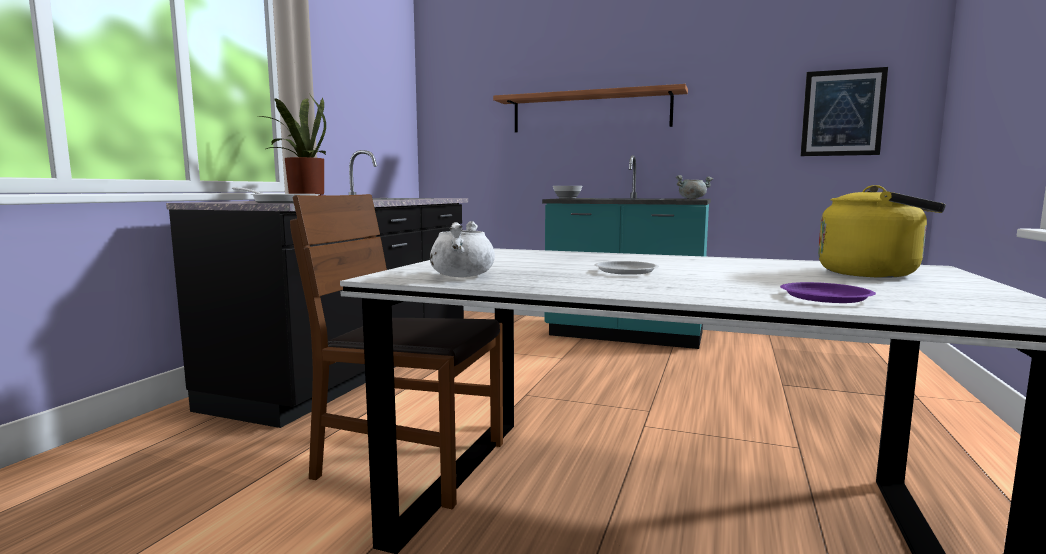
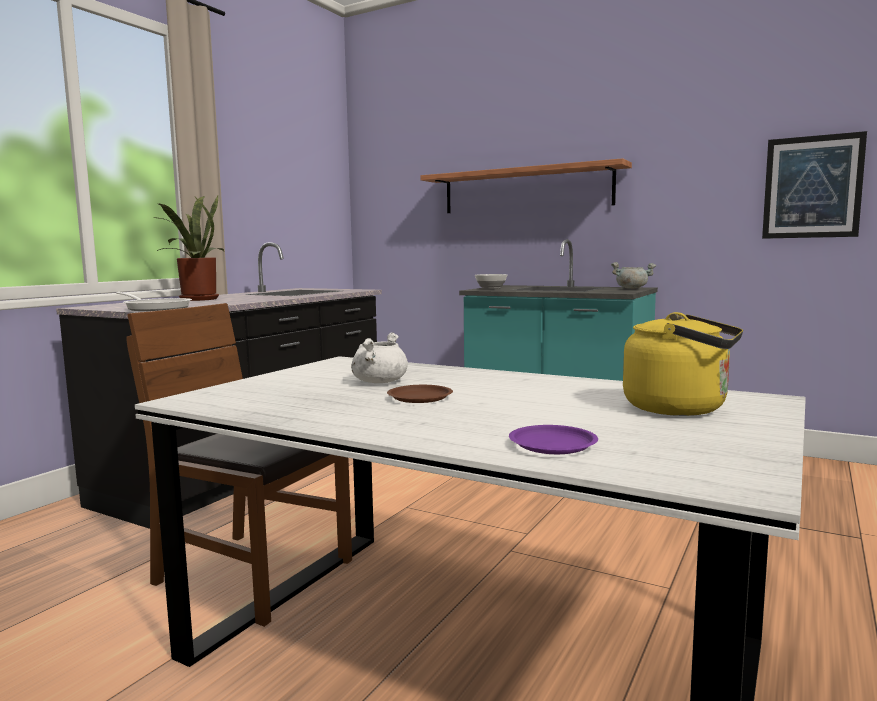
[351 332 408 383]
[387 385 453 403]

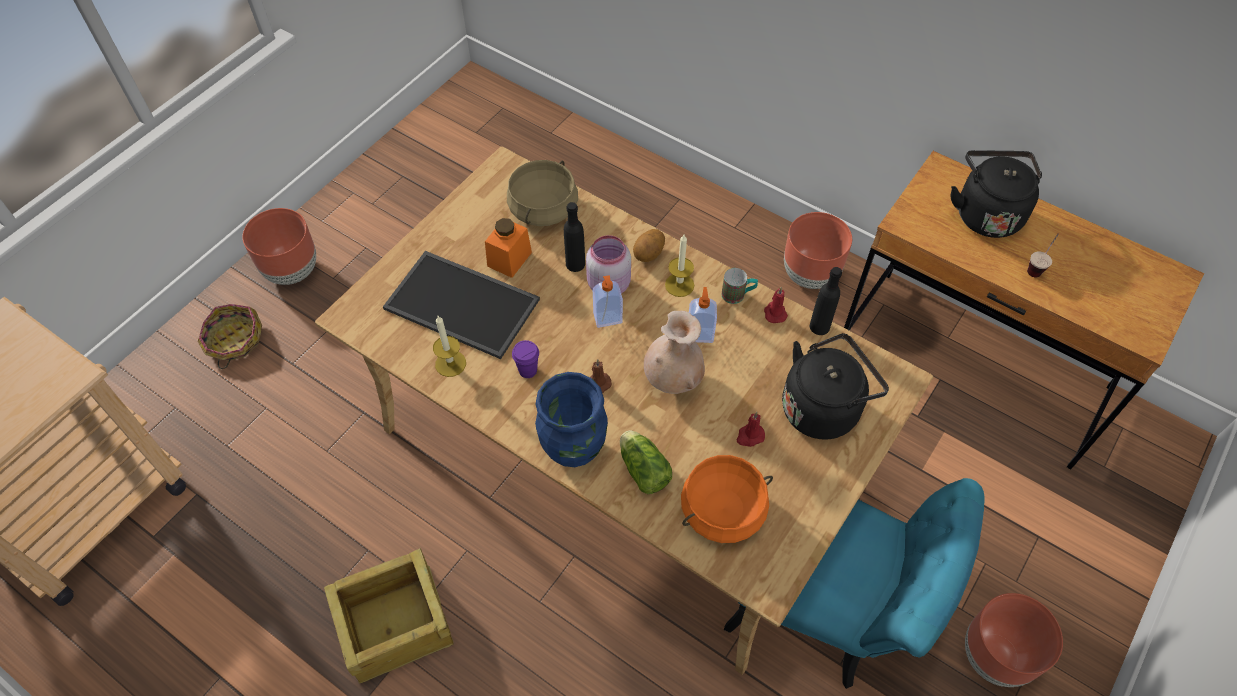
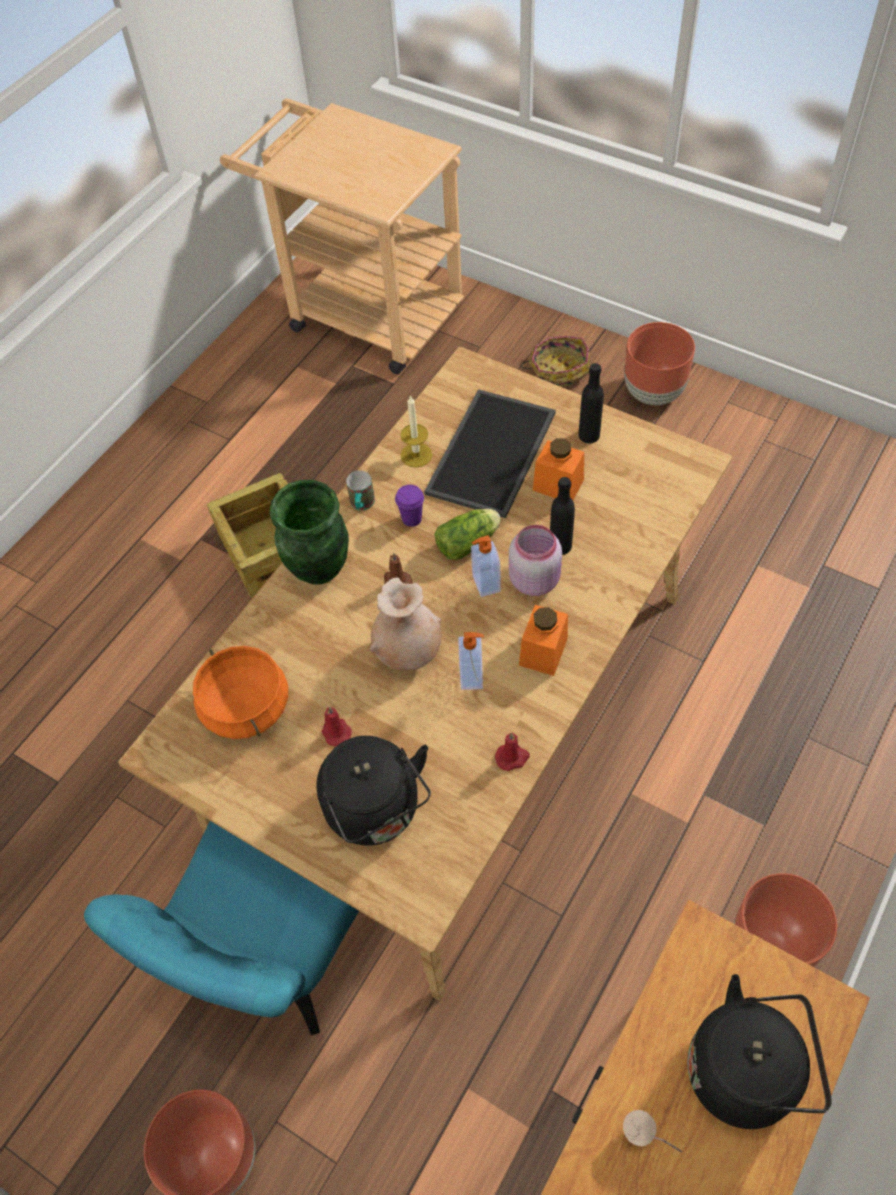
[269 480 349 585]
[346 470 375 511]
[434 509 501 560]
[519 605 568 676]
[579 363 604 443]
[507 160 578 226] (first image)
[633 229 665 262] (first image)

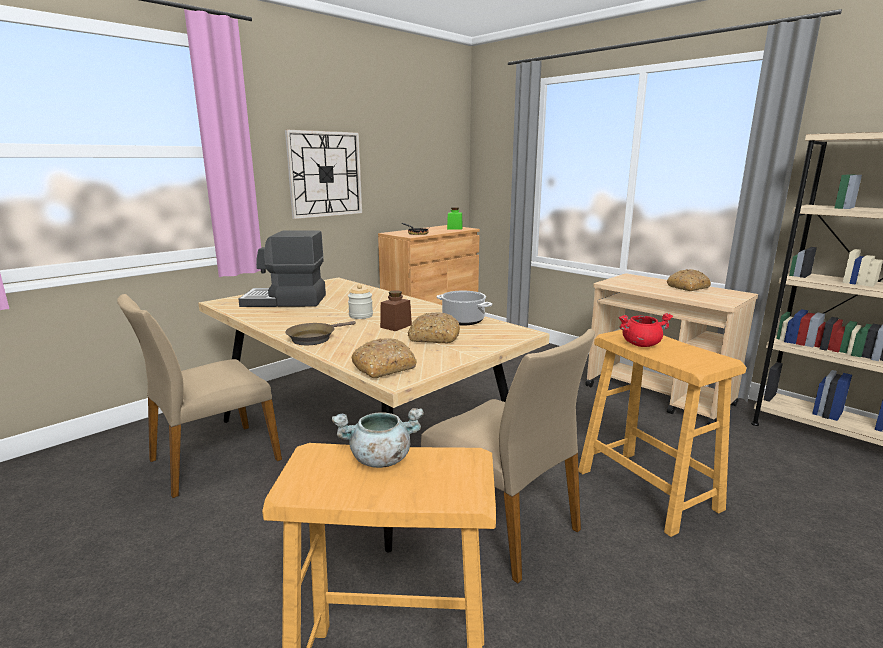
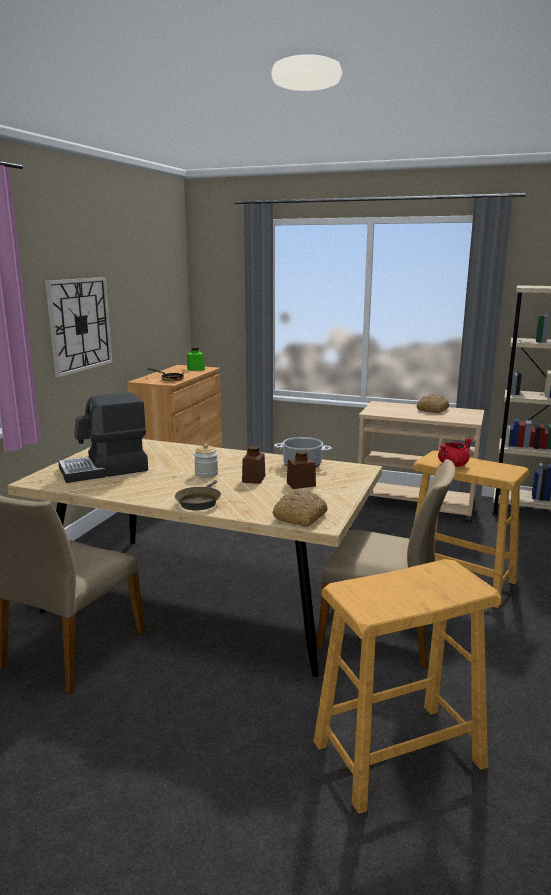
[287 450 316 489]
[332 408 424 468] (first image)

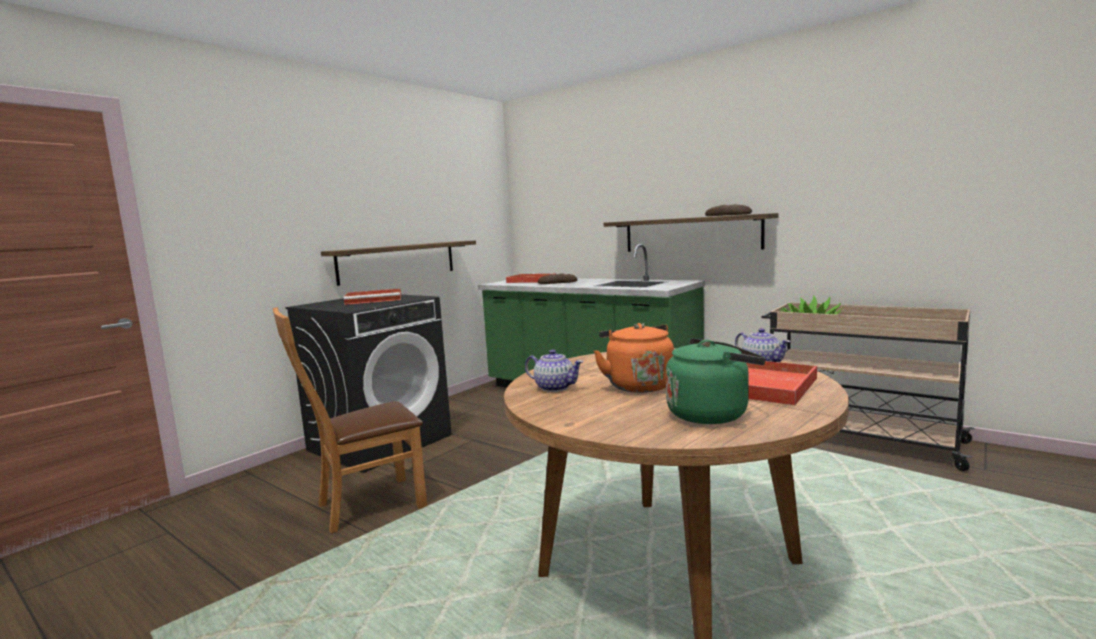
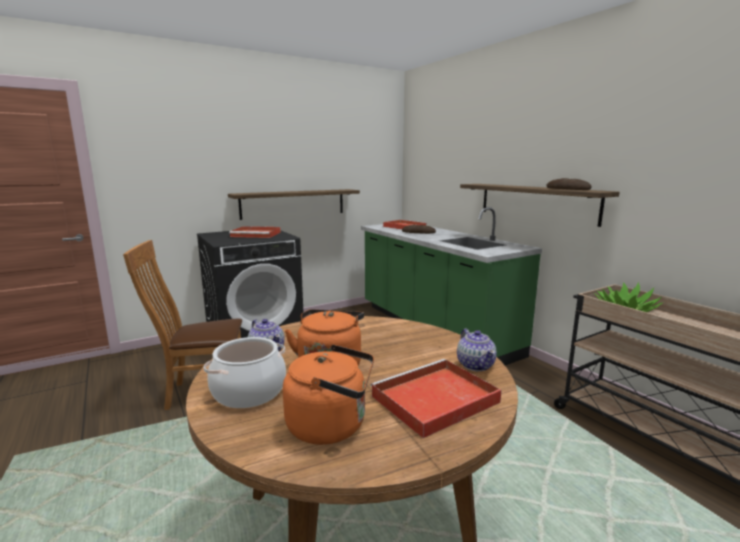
[203 337 286 408]
[283 344 374 445]

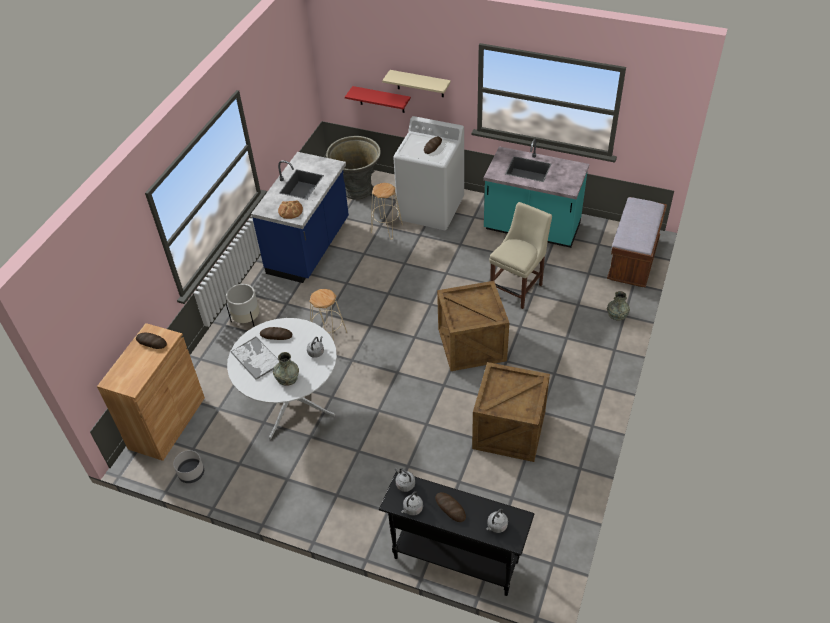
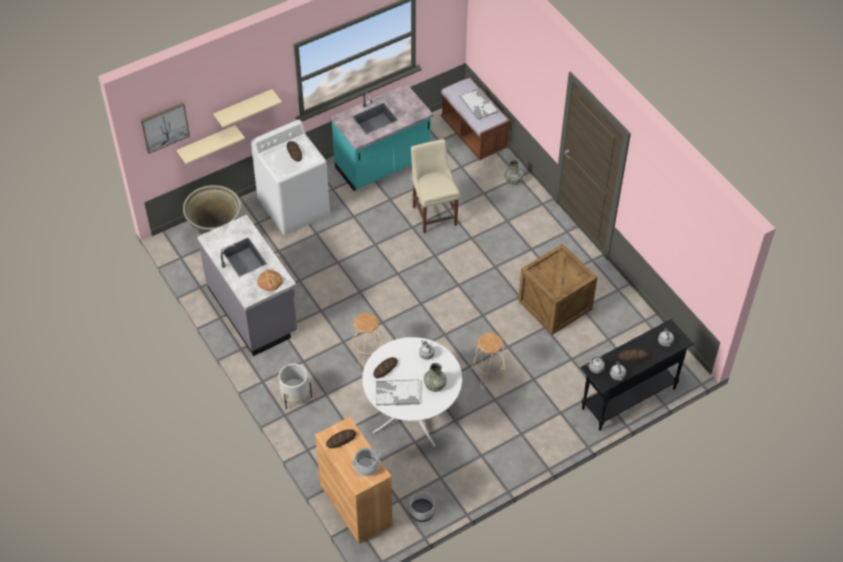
[141 102 190 154]
[177 125 245 164]
[197 215 297 356]
[352 448 381 476]
[460 88 499 120]
[471 333 506 389]
[437 281 509 371] (first image)

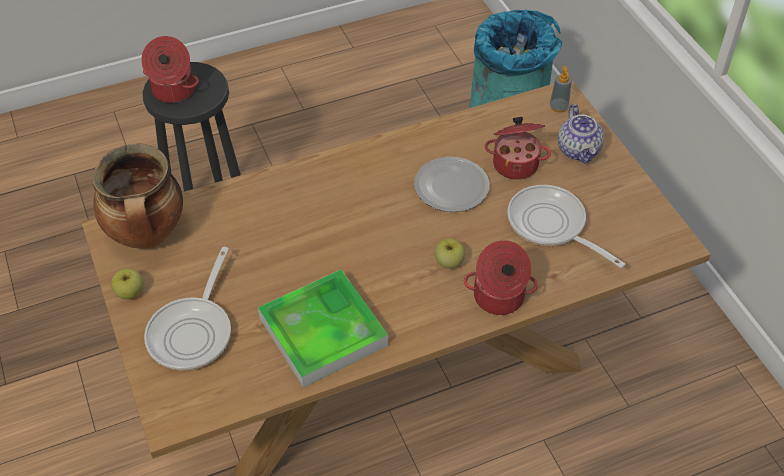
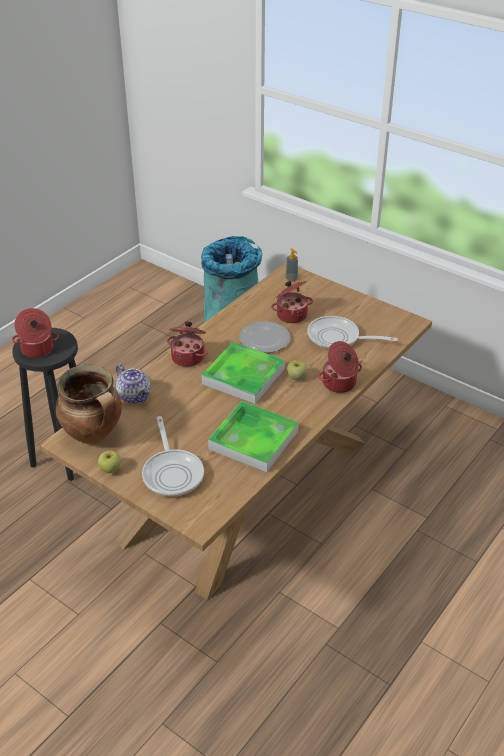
[116 364 150 403]
[167 322 208 367]
[202 342 285 404]

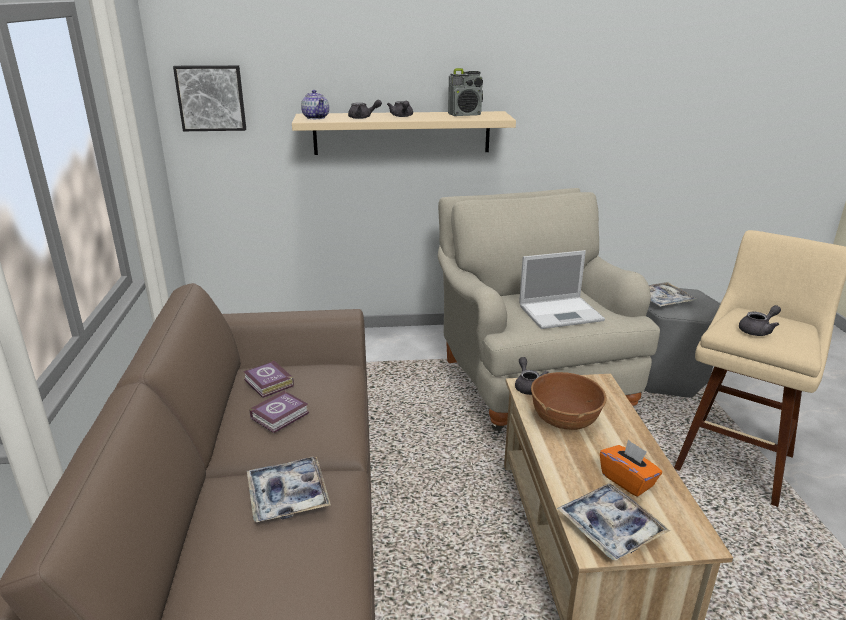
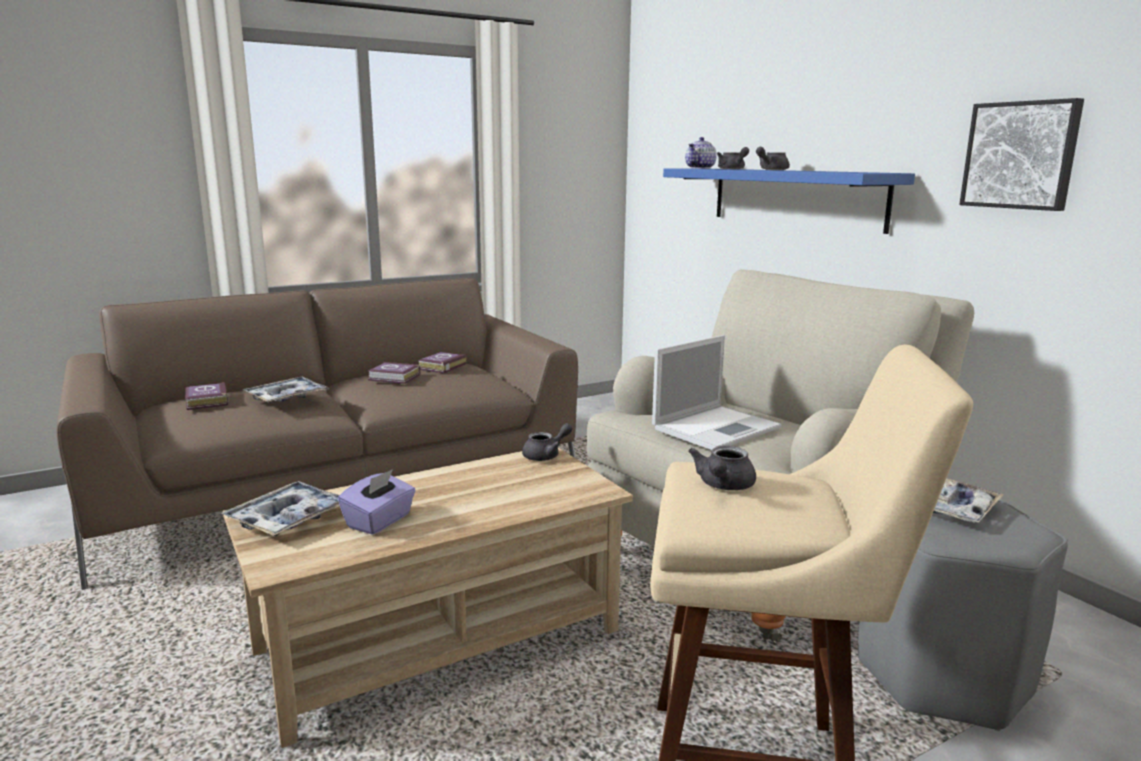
[185 382 228 410]
[338 469 416 535]
[652 335 781 450]
[663 169 915 234]
[688 446 756 490]
[959 98 1084 211]
[448 68 483 116] (first image)
[531 372 607 430] (first image)

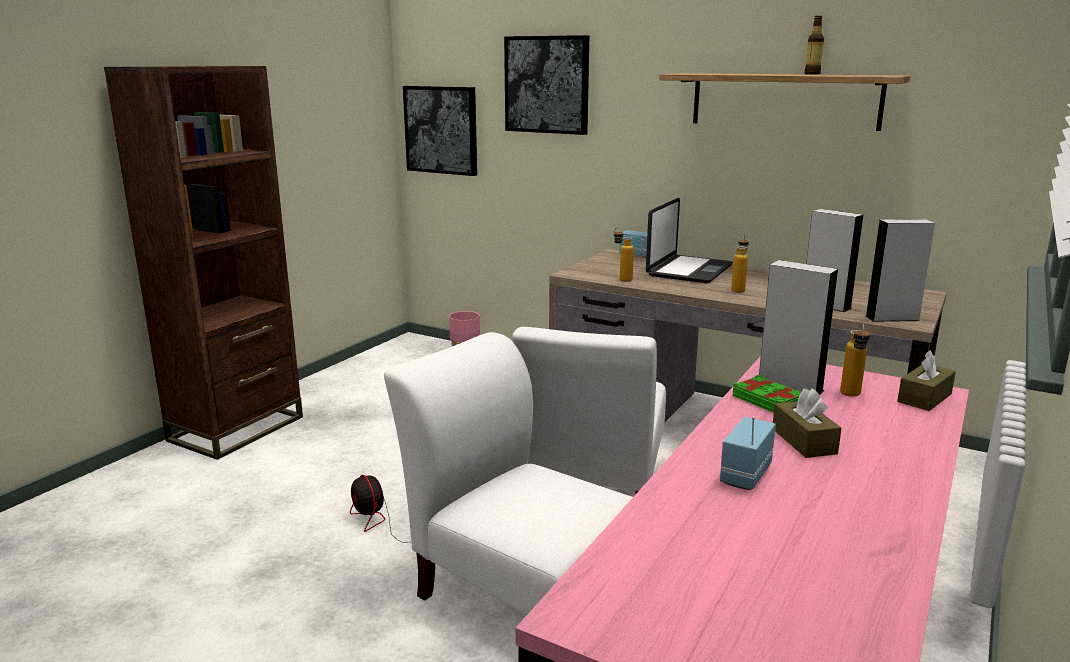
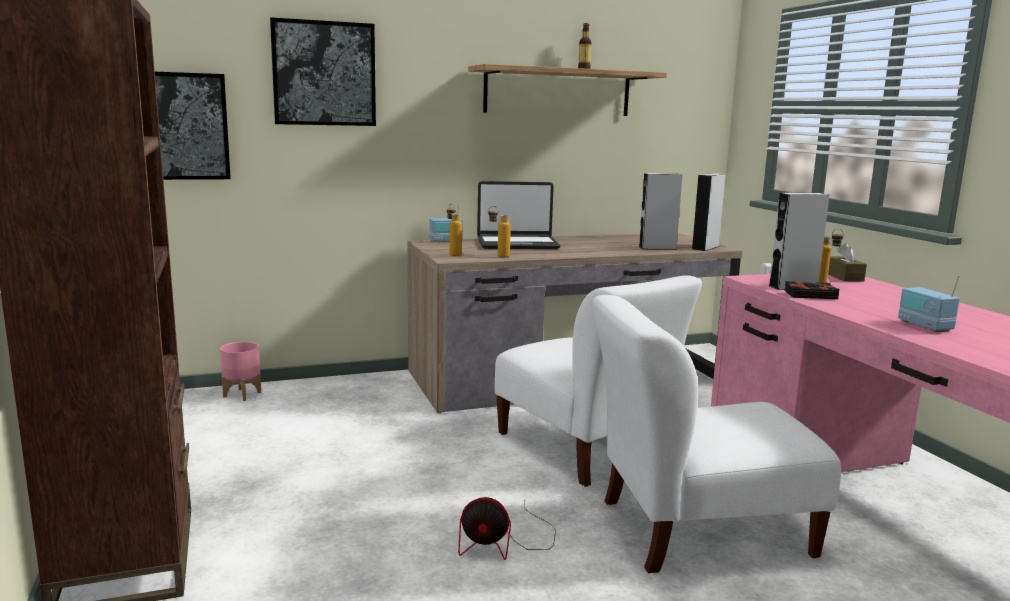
[447 205 462 256]
[477 181 561 249]
[785 281 840 299]
[773 388 842 458] (first image)

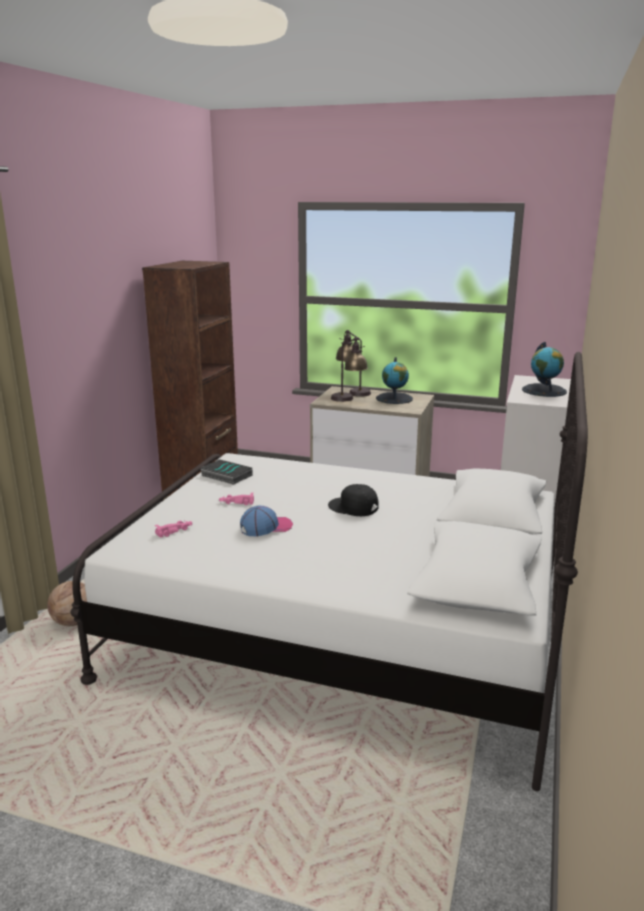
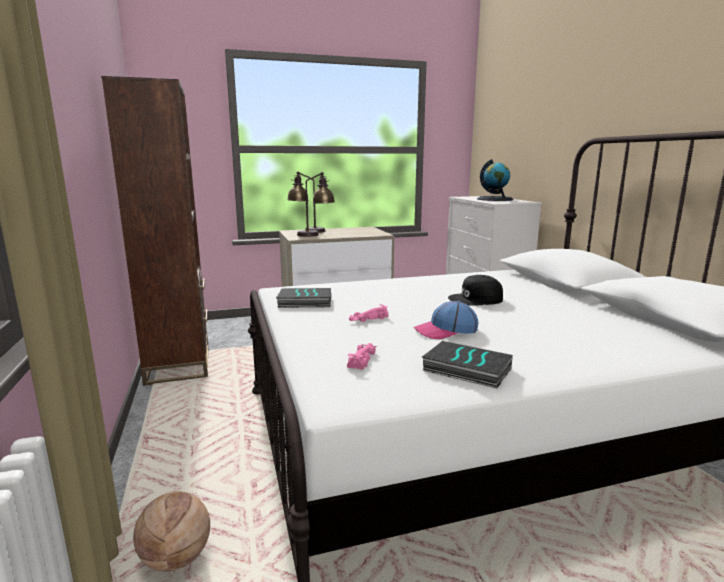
[414 301 478 339]
[422 341 513 388]
[376 357 413 404] (first image)

